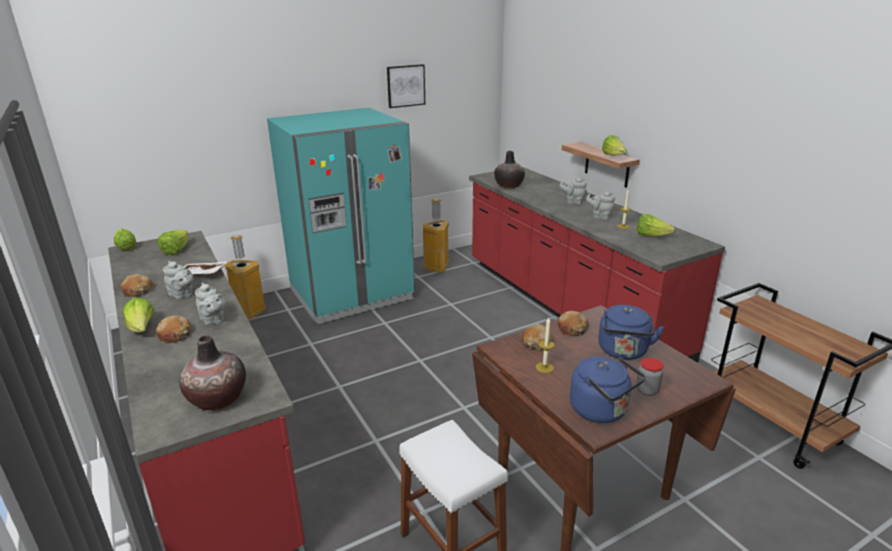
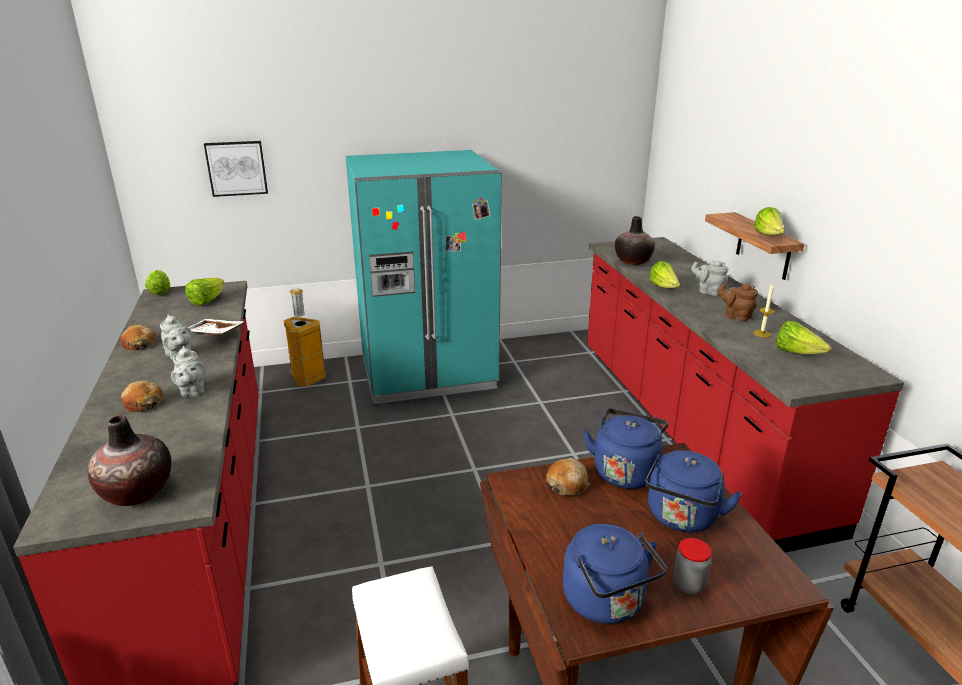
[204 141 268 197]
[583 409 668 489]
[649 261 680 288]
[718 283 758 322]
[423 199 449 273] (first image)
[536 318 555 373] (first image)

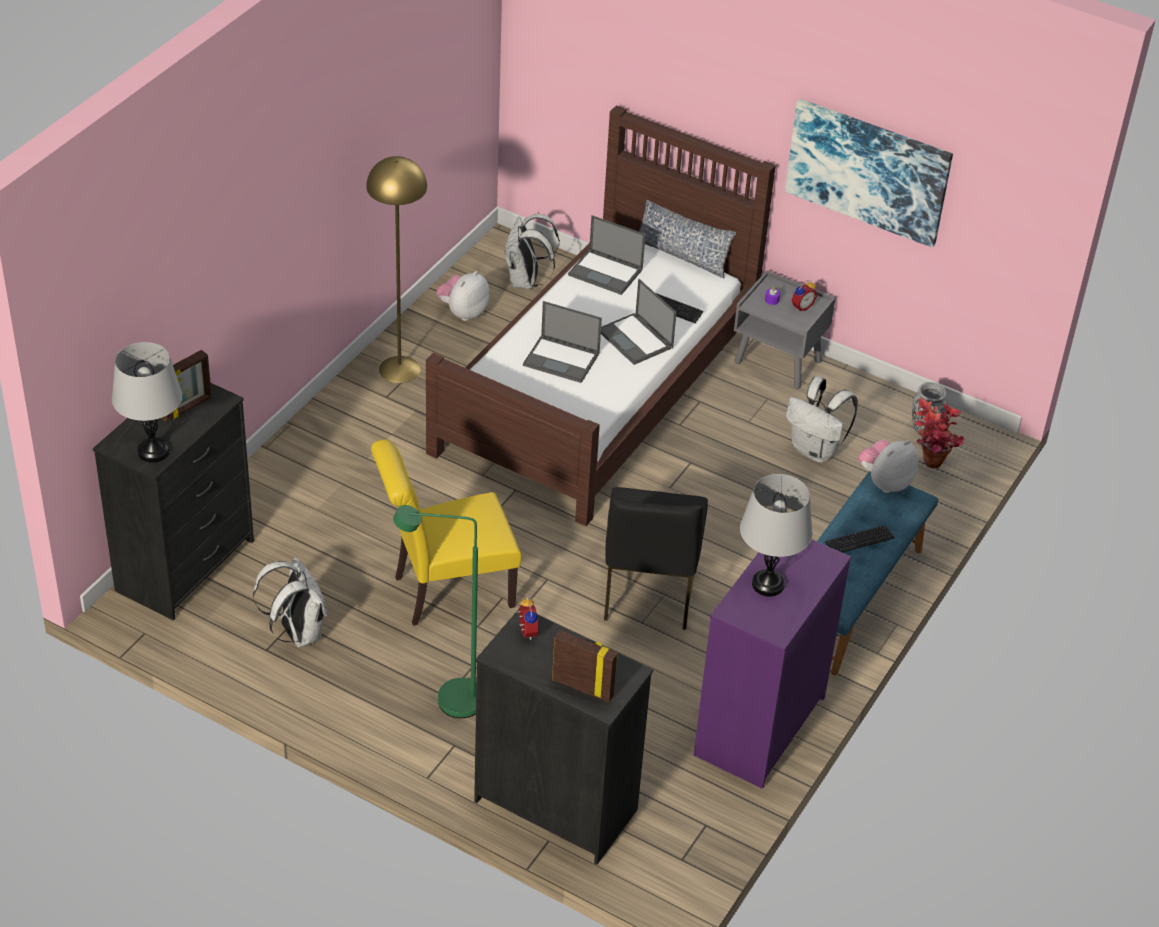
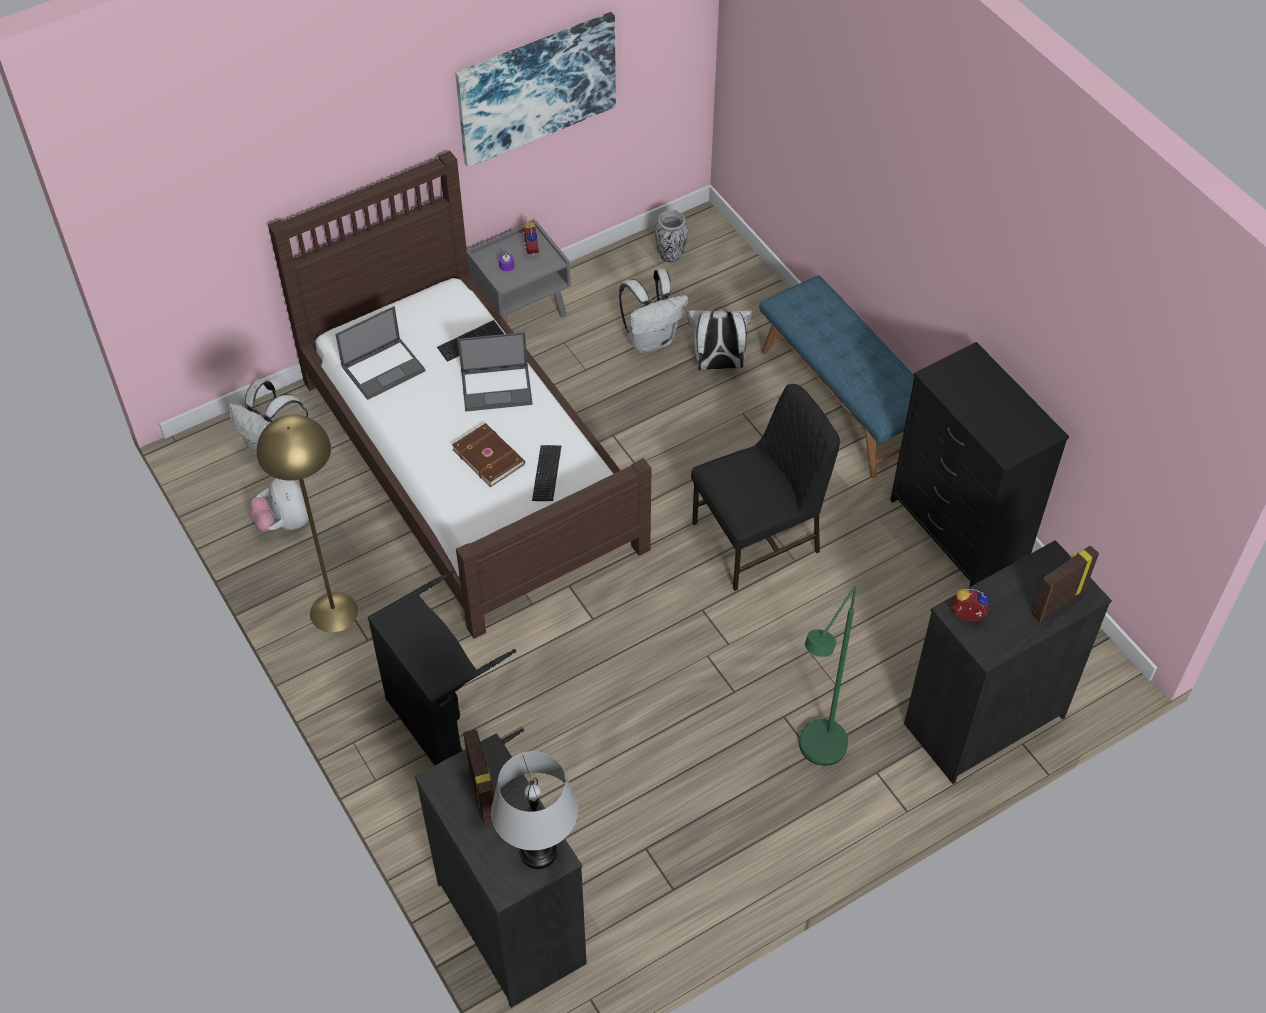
[368 571 524 766]
[452 423 525 487]
[532 445 561 501]
[687 307 752 371]
[691 384 840 591]
[890 342 1069 587]
[371 439 522 626] (first image)
[639 200 736 278] (first image)
[740 474 812 596] (first image)
[858 440 919 493] (first image)
[915 398 964 469] (first image)

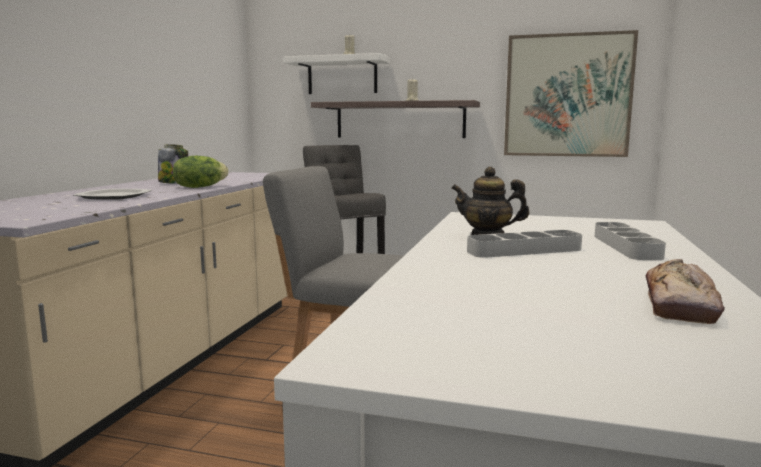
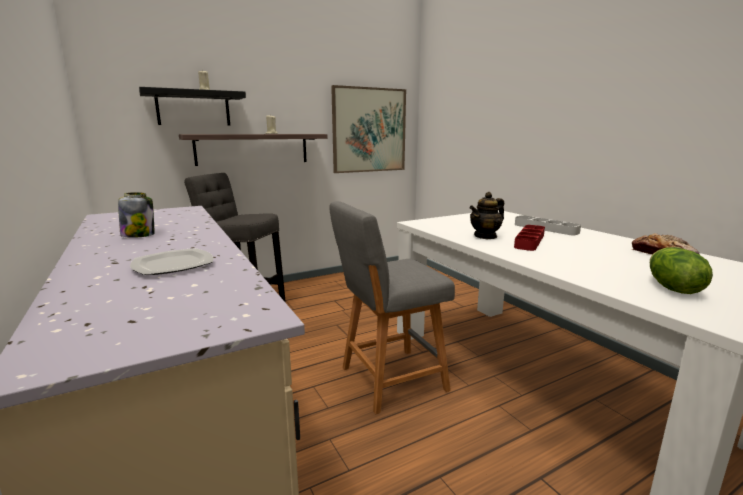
[139 87 246 125]
[514 225 545 251]
[650 247 713 294]

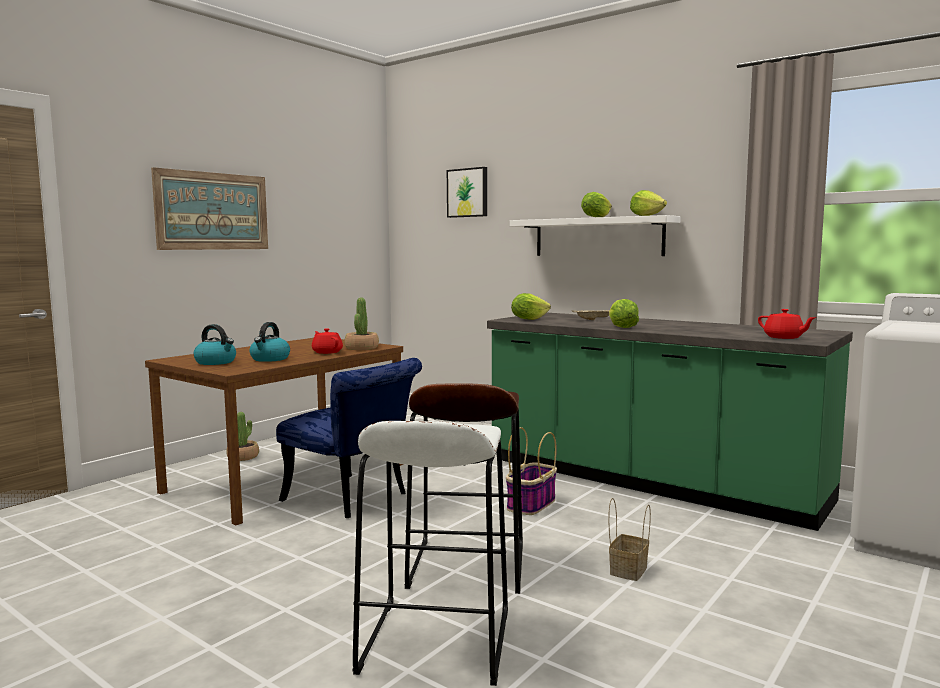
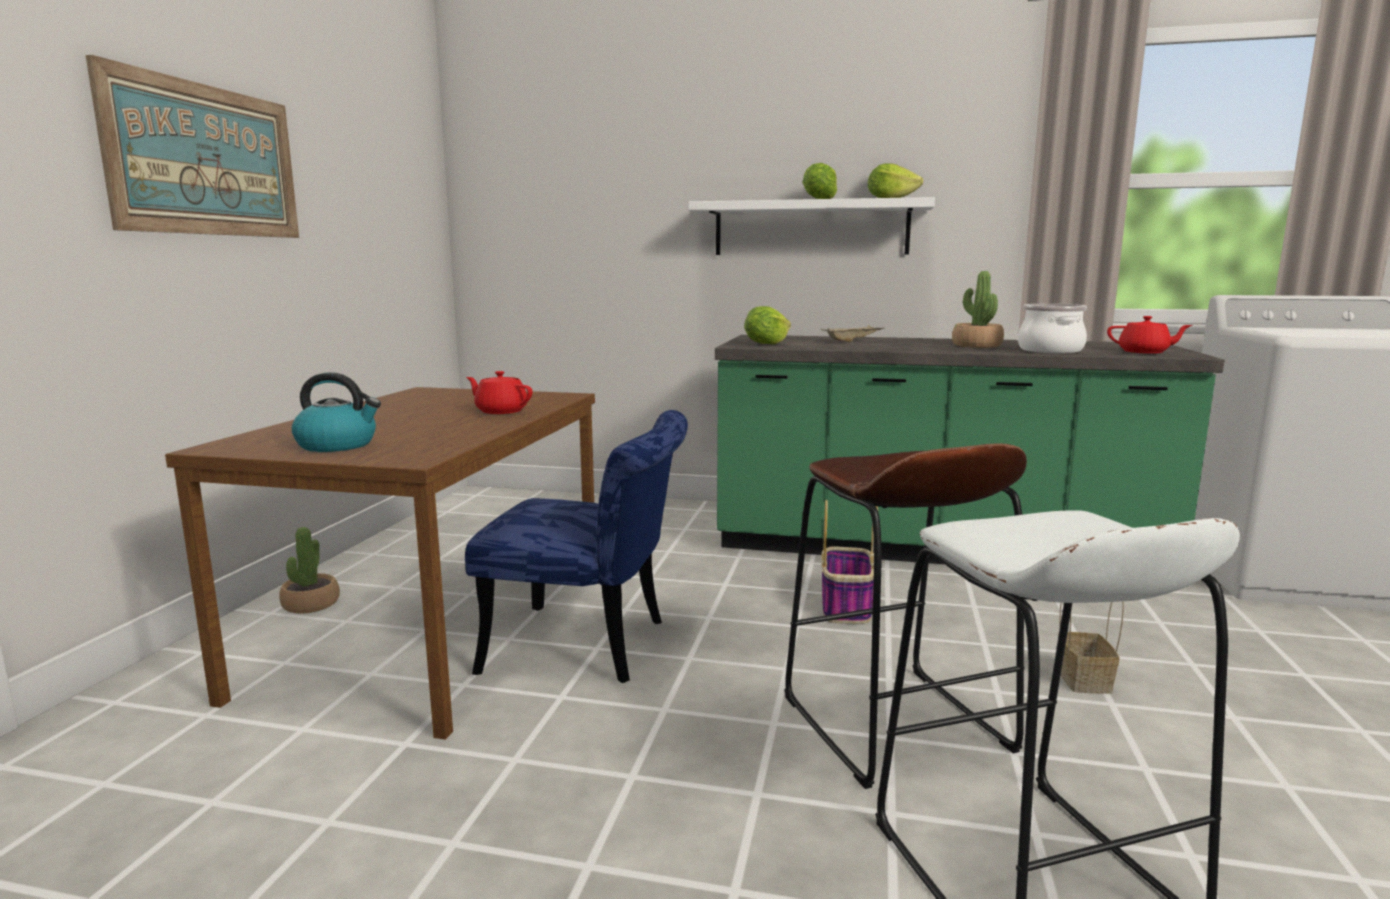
[952 271 1004 348]
[1018 304 1087 353]
[249 322 290 362] (first image)
[447 167 487 218] (first image)
[609 299 639 328] (first image)

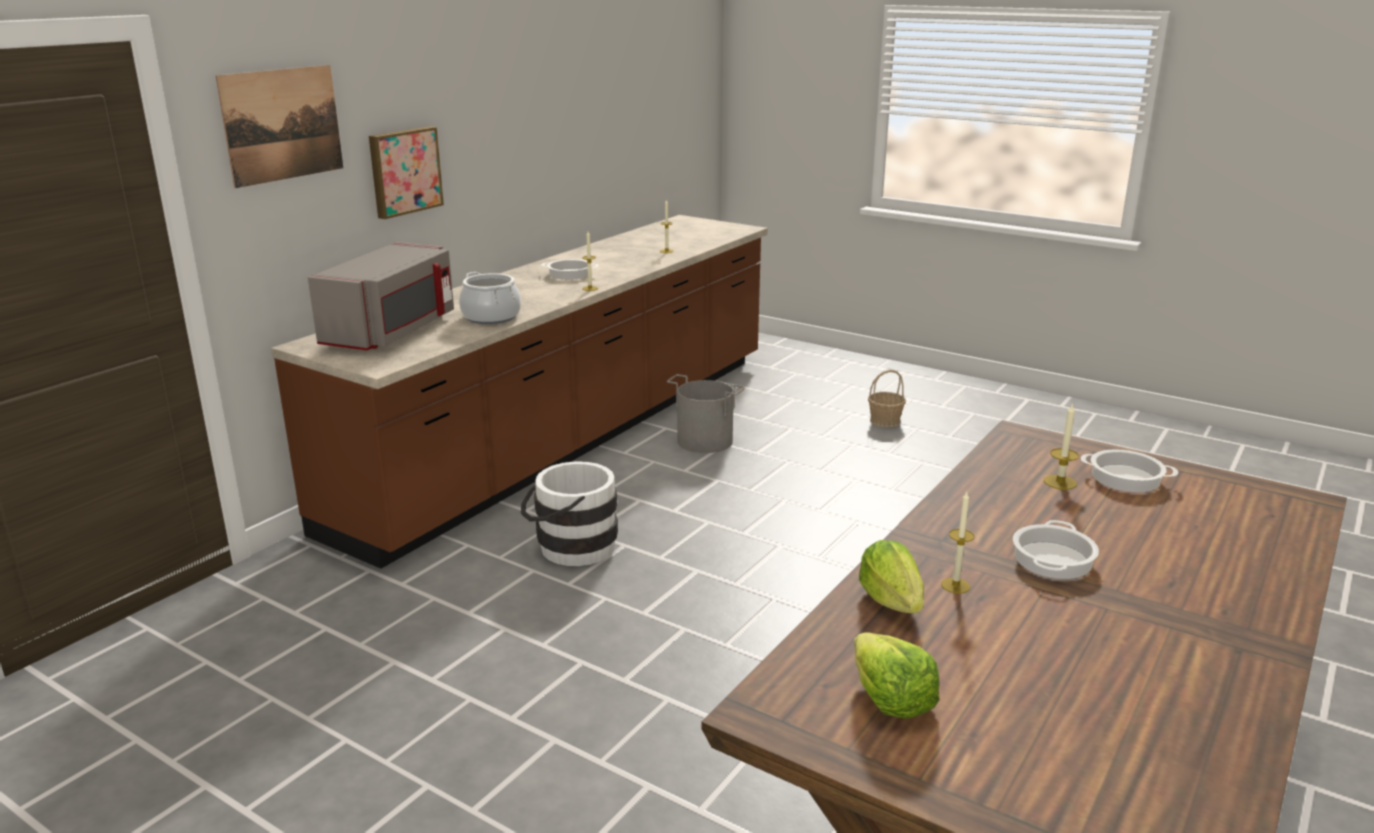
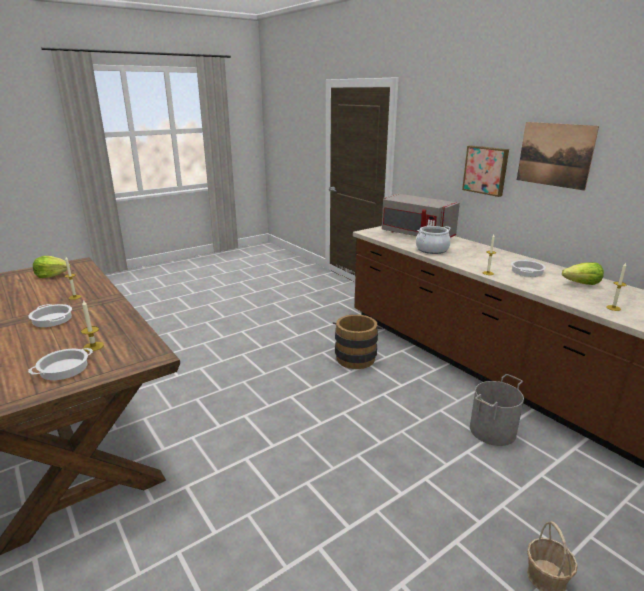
[332 314 382 369]
[517 122 599 191]
[562 262 604 285]

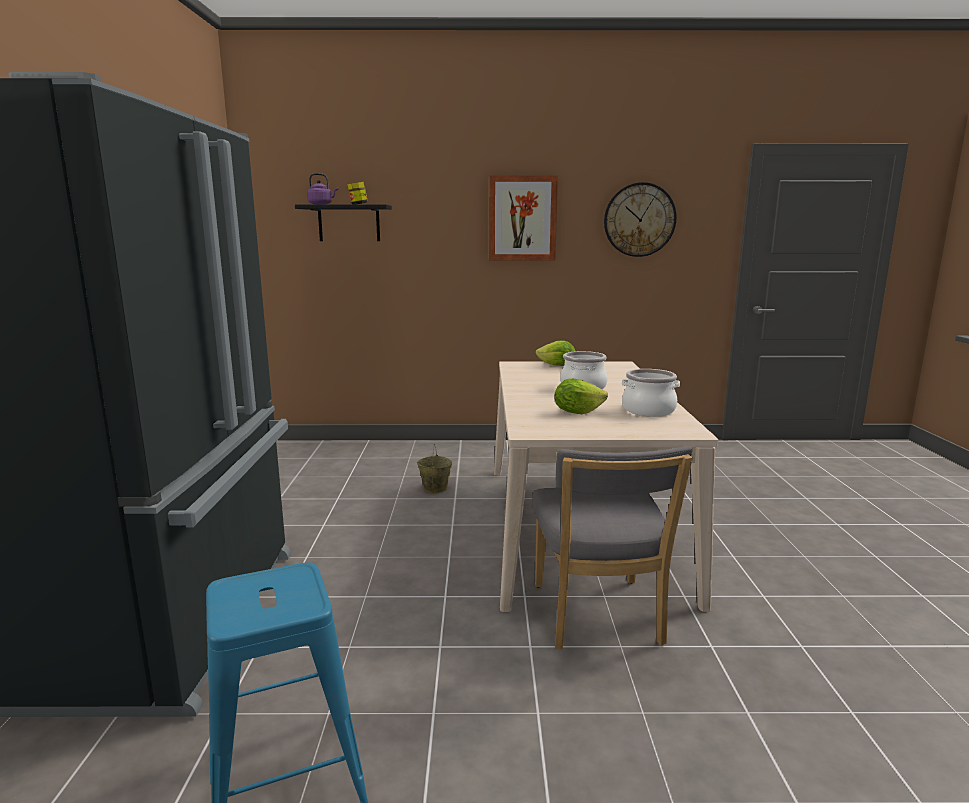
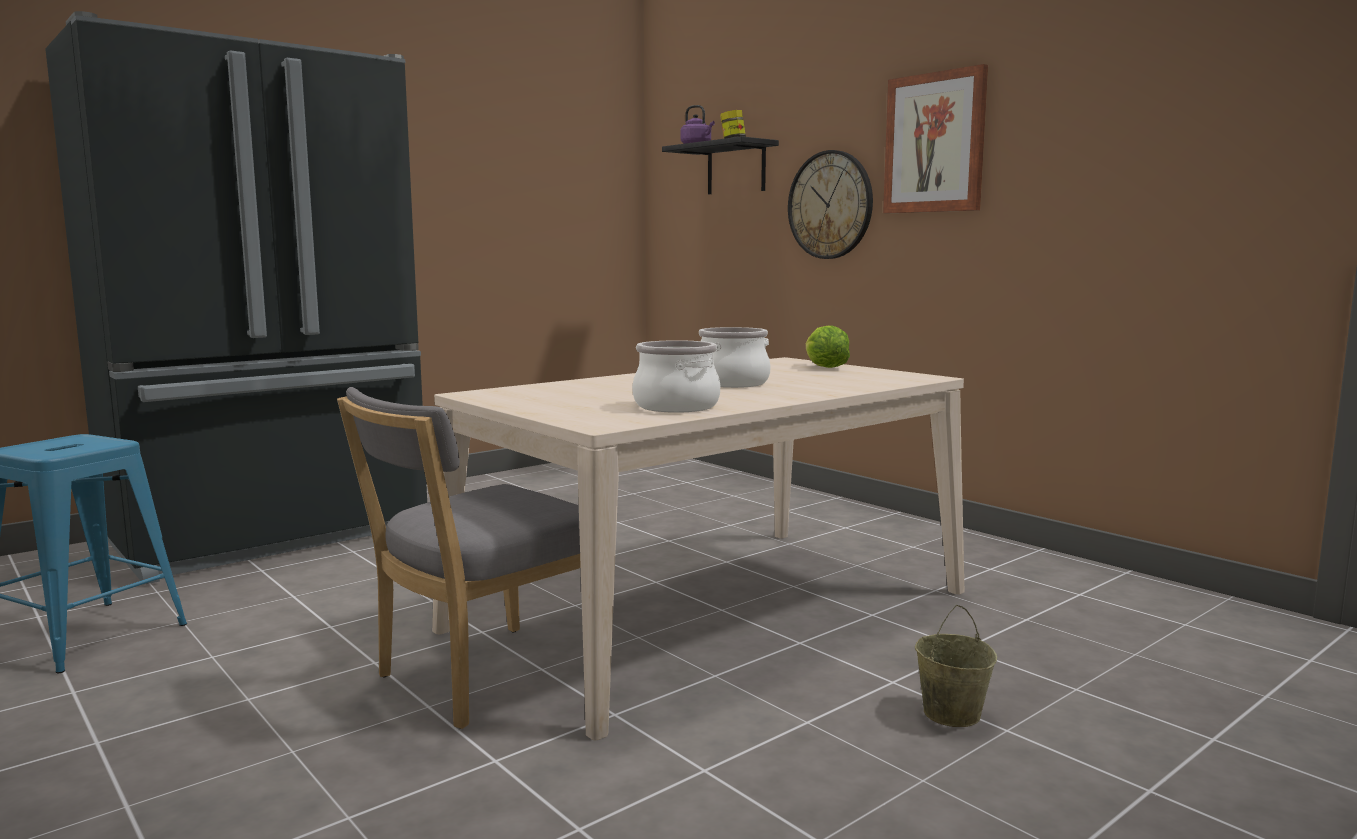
[788 150 873 259]
[915 605 997 727]
[554 378 608 414] (first image)

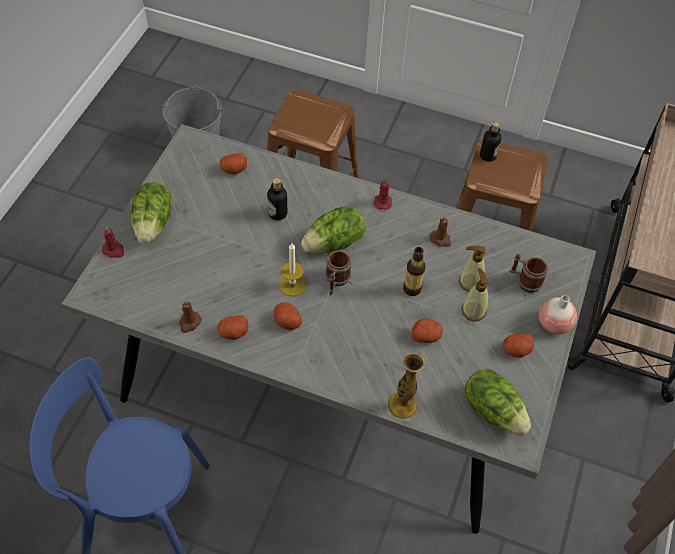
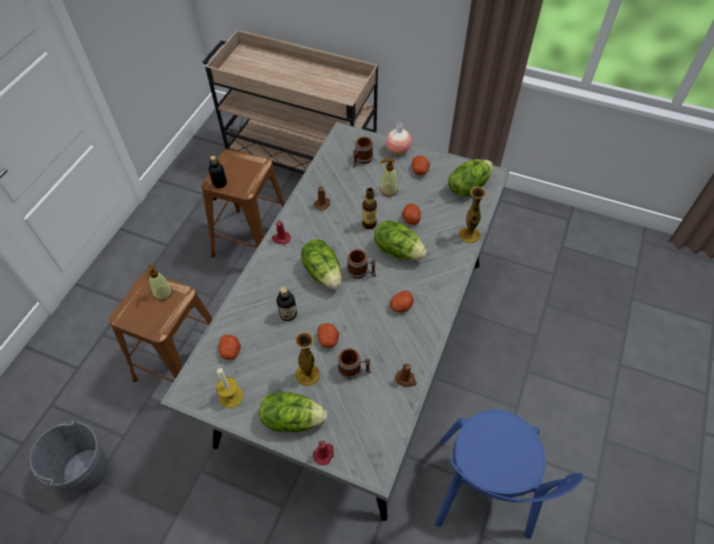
[146 264 173 301]
[216 367 243 408]
[295 332 320 386]
[317 323 339 348]
[338 348 371 379]
[374 220 427 260]

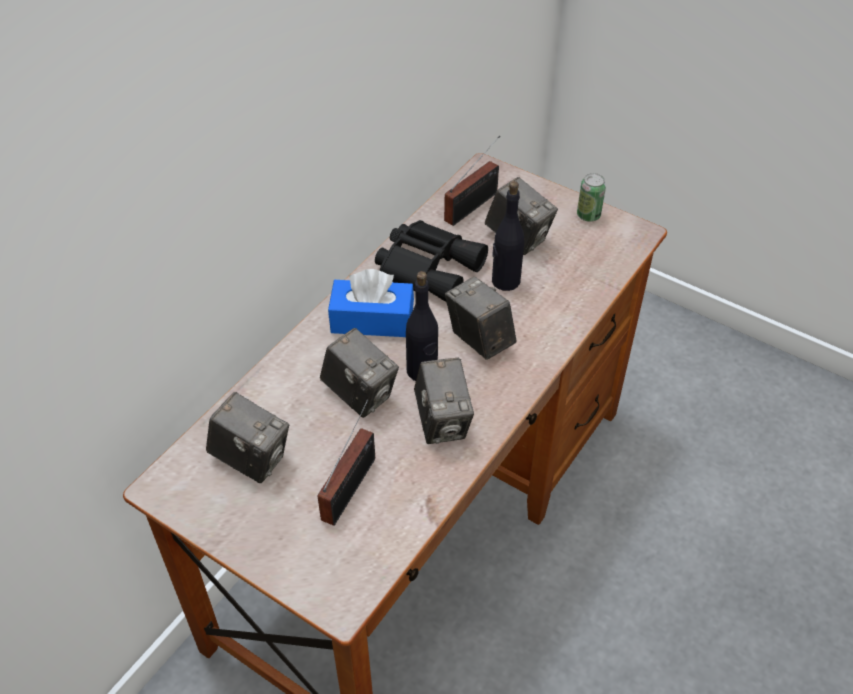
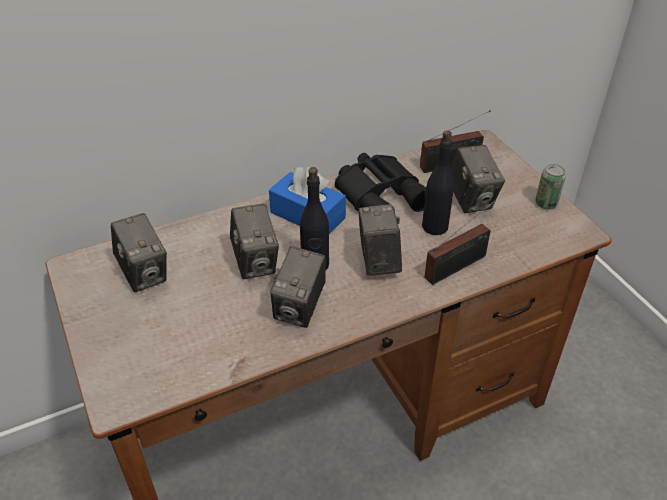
[425 200 496 285]

